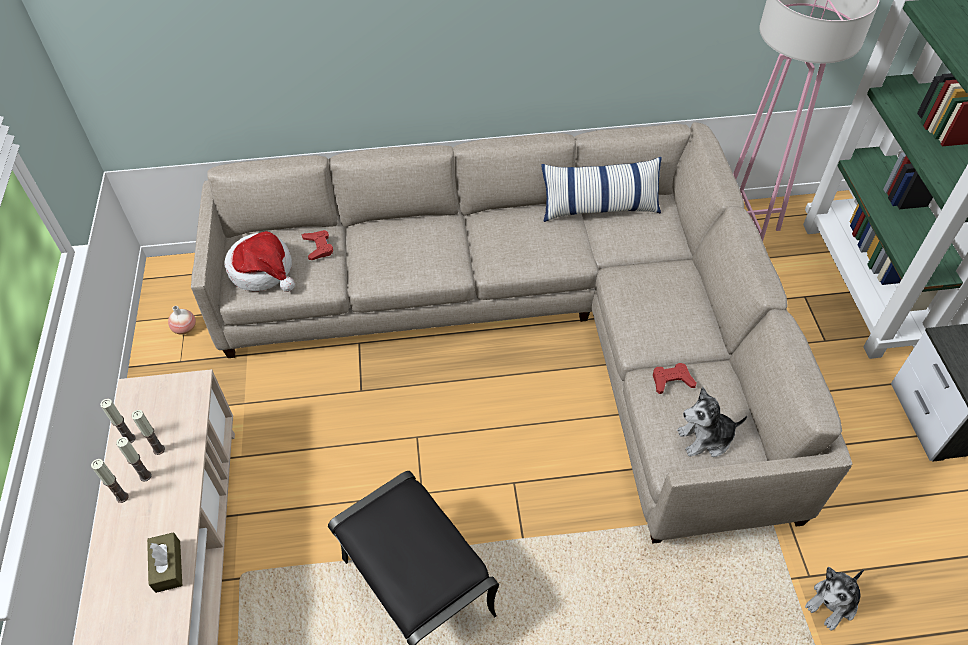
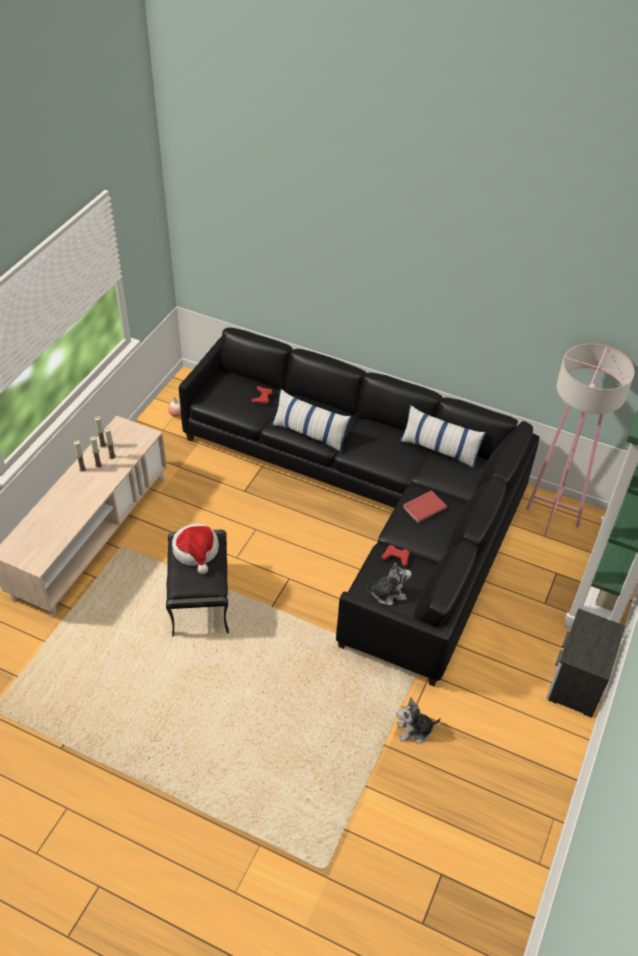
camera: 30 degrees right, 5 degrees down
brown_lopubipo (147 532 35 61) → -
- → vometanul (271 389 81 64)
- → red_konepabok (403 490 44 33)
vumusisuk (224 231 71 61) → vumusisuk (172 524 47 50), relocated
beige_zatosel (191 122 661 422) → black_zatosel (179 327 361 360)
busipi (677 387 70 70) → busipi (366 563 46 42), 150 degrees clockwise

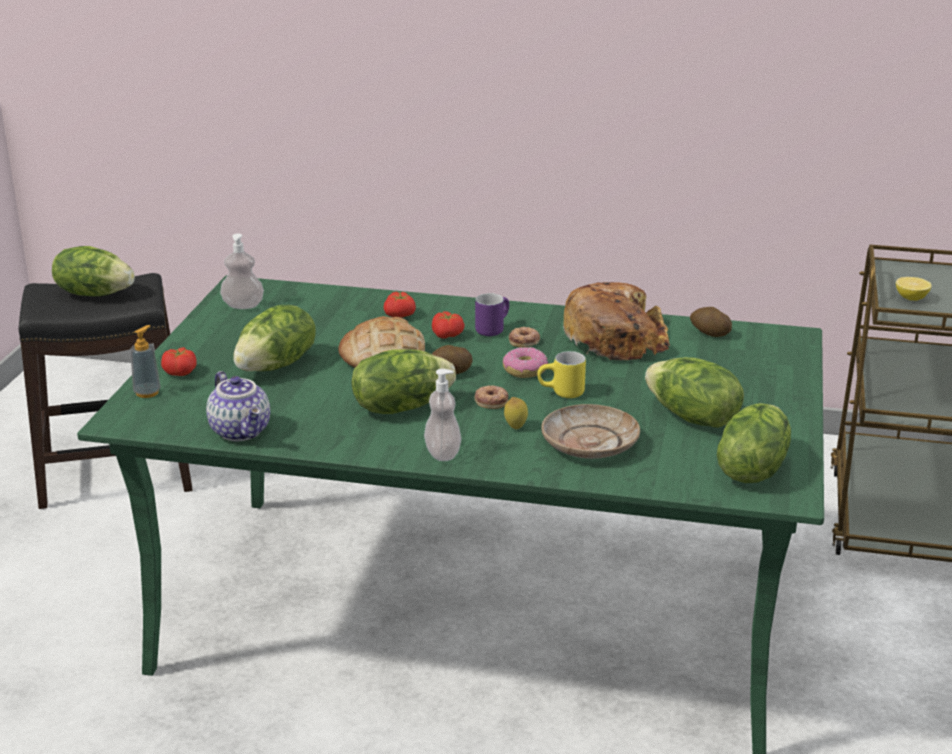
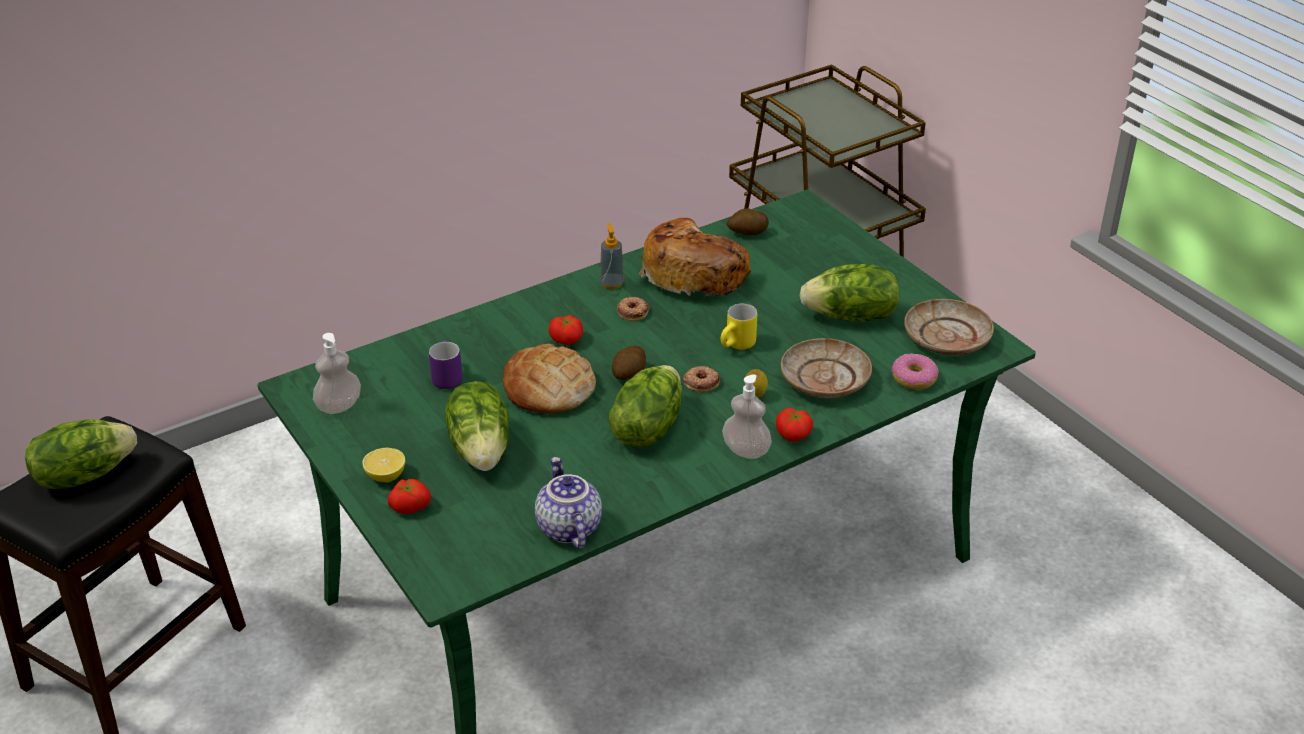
camera: 45 degrees left, 10 degrees up
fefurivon (130 325 31 73) → fefurivon (600 223 24 66), relocated
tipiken (383 292 33 26) → tipiken (776 408 37 34), relocated
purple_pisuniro (475 293 34 43) → purple_pisuniro (429 340 33 49), relocated
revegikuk (503 347 45 31) → revegikuk (892 353 47 37), relocated
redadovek (896 277 36 24) → redadovek (362 448 43 34), relocated
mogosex (717 403 74 80) → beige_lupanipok (904 299 90 56)
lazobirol (206 371 64 71) → lazobirol (535 457 67 92), 120 degrees counterclockwise

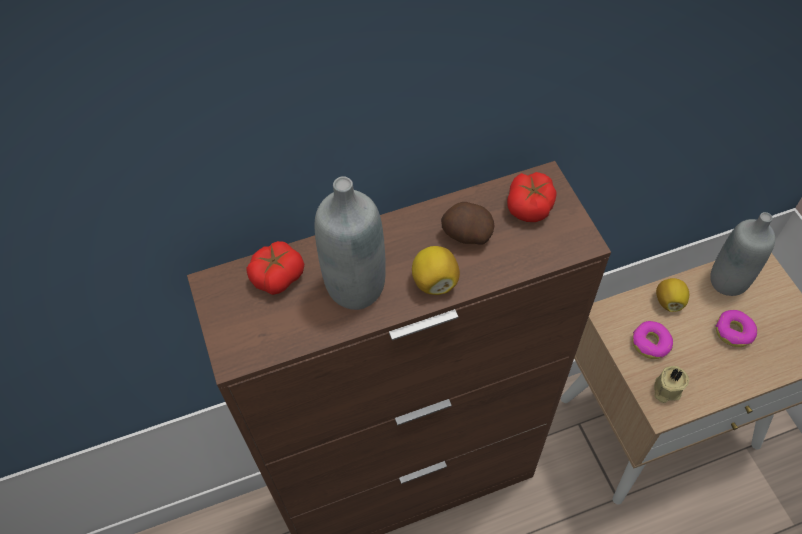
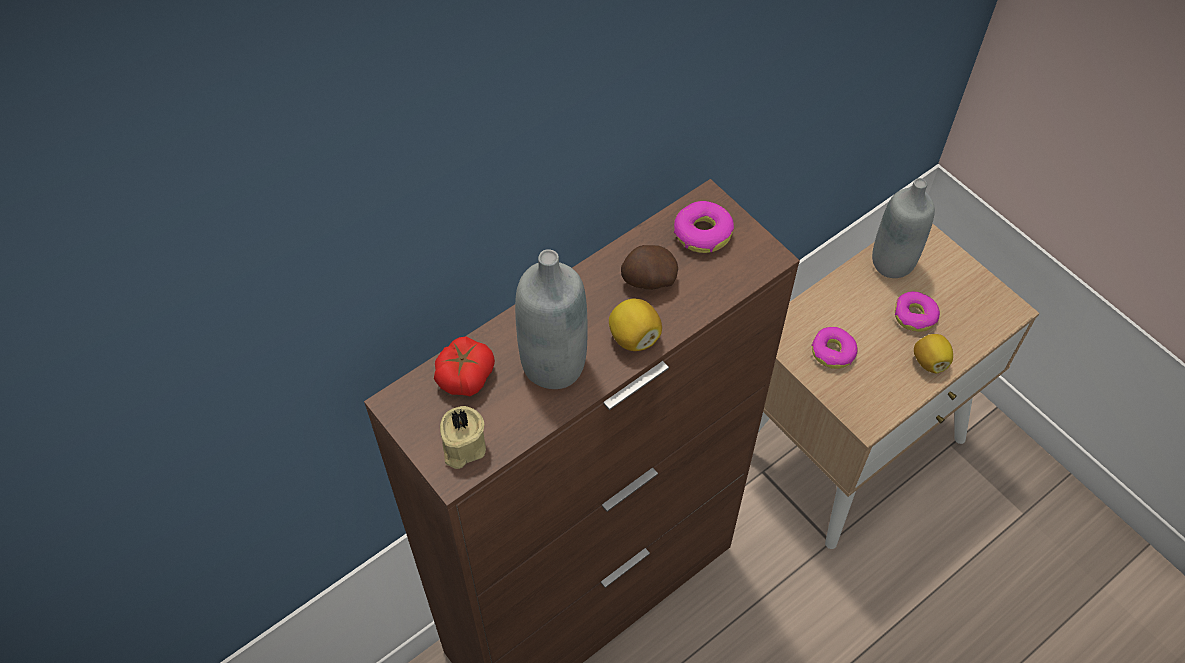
camera: 20 degrees left, 0 degrees up
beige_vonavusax (654 366 35 37) → beige_vonavusax (440 406 46 63), relocated
redadovek (656 278 33 34) → redadovek (914 334 39 39), relocated
tipiken (507 172 50 50) → revegikuk (674 201 60 52)

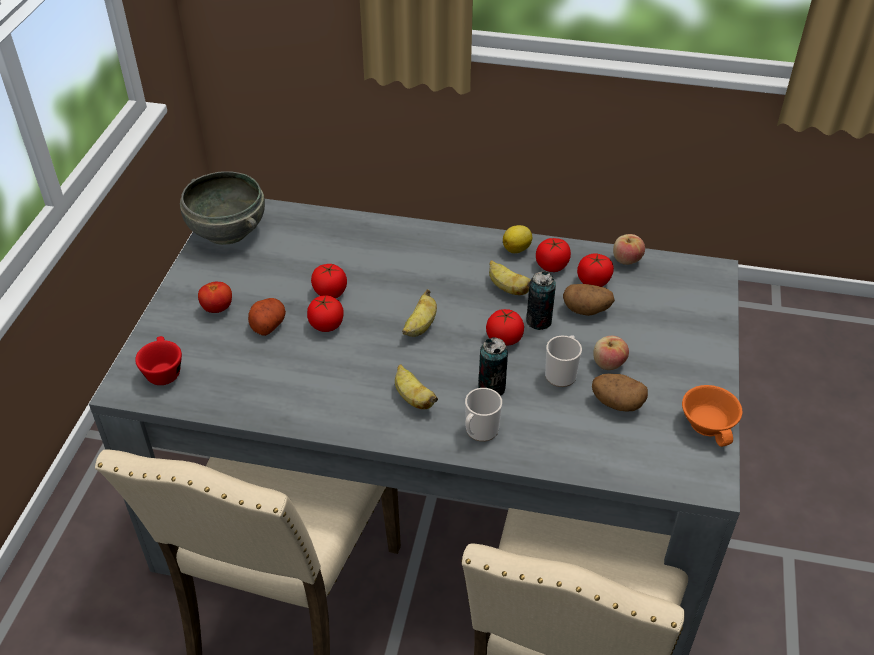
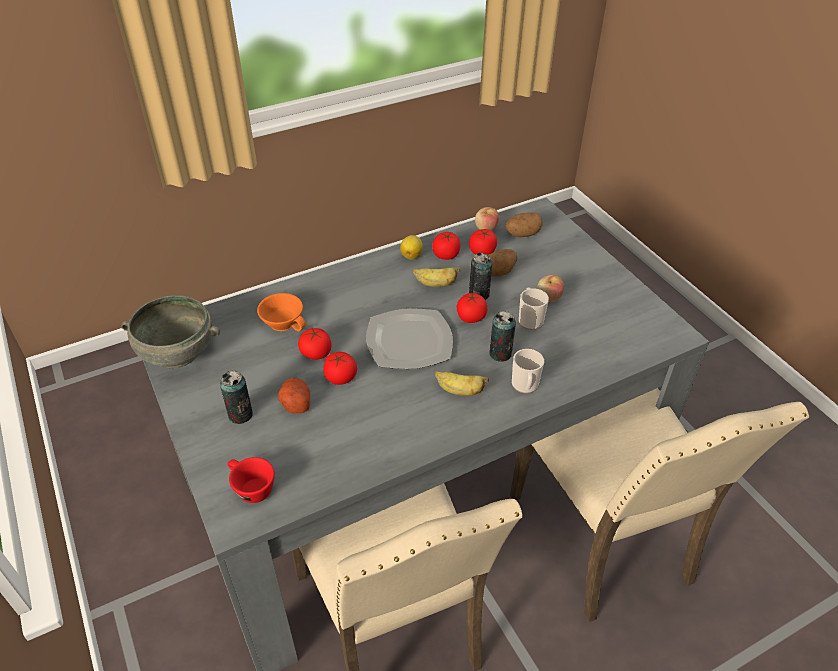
camera: 40 degrees left, 0 degrees up
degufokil (592 374 56 37) → degufokil (506 212 37 25), relocated
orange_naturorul (682 385 61 62) → orange_naturorul (257 293 49 38), relocated
tipiken (198 282 34 31) → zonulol (220 371 33 53)
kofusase (402 289 35 48) → lupanipok (366 308 87 61)

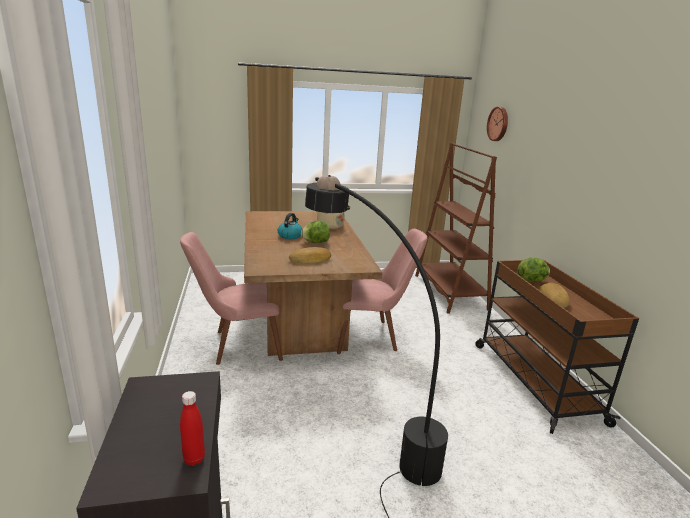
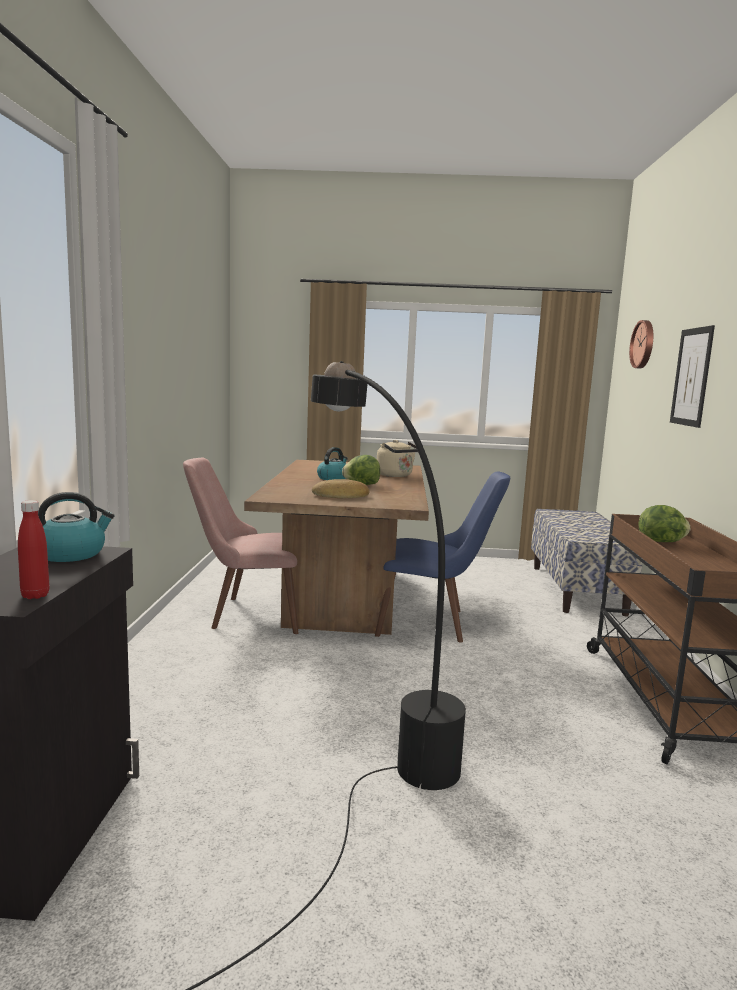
camera: 15 degrees right, 10 degrees down
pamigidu (540 283 30 25) → -
- → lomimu (38 492 77 70)
- → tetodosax (670 325 45 103)
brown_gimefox (415 143 82 171) → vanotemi (531 509 111 108)
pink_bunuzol (337 229 90 125) → blue_bunuzol (375 472 135 171)

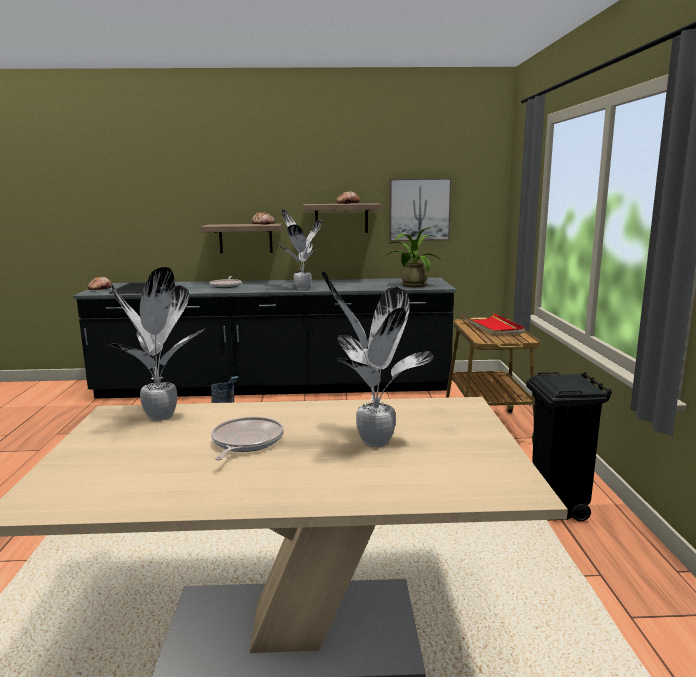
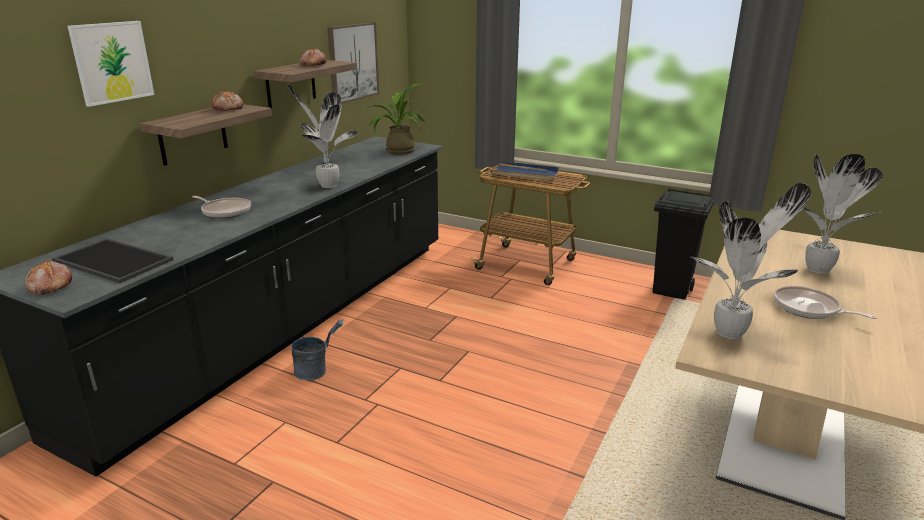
camera: 60 degrees left, 10 degrees up
- → tetodosax (68 21 86 86)
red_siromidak (461 313 64 23) → blue_siromidak (491 161 68 20)

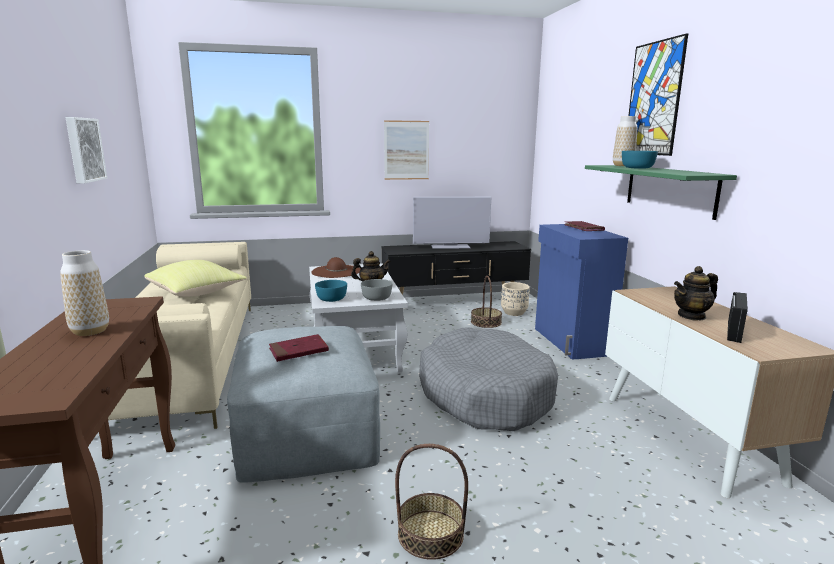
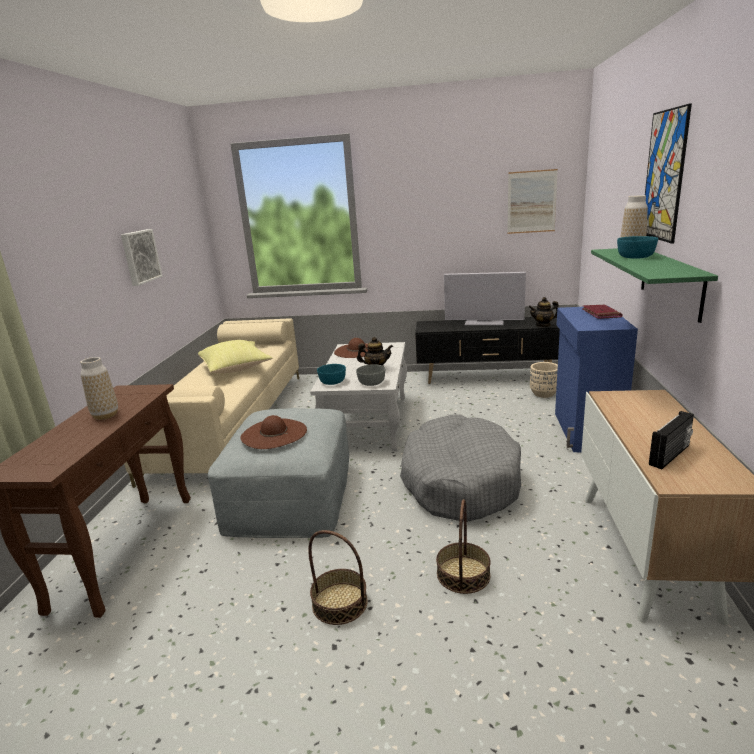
camera: 20 degrees right, 5 degrees up
tetodosax (384 120 45 60) → tetodosax (507 169 51 65), relocated
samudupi (471 276 31 52) → samudupi (436 499 55 95), relocated
lazobirol (674 266 44 54) → lazobirol (529 297 30 30), relocated
red_konepabok (269 334 60 28) → brown_vumusisuk (240 415 67 34)

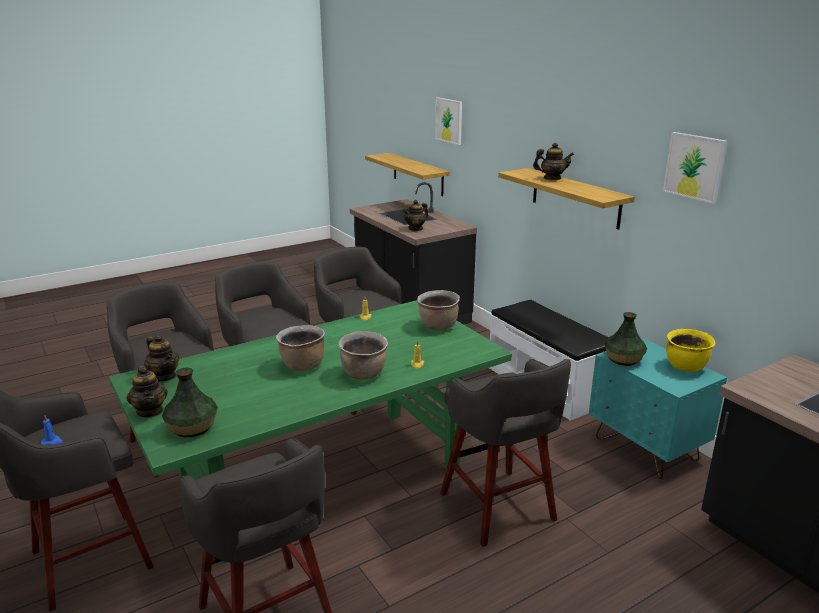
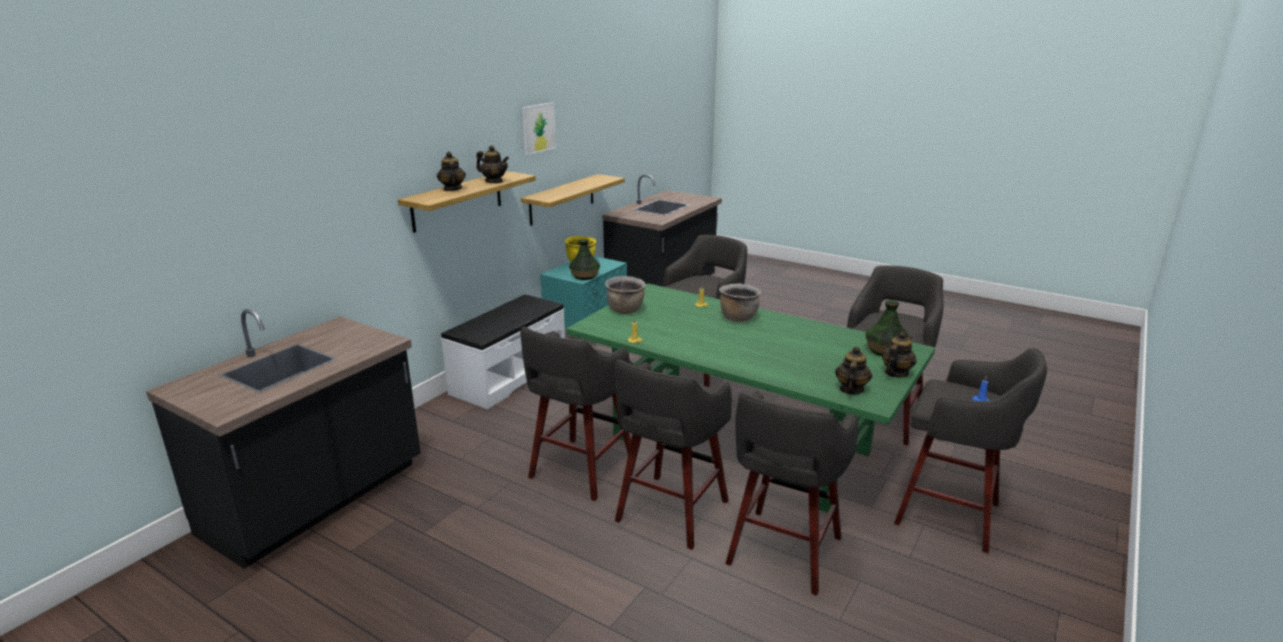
camera: 115 degrees left, 0 degrees up
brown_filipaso (276 325 49 46) → -
tetodosax (435 97 27 48) → -
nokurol (365 153 85 43) → nokurol (521 174 104 52), relocated
lazobirol (403 200 25 31) → lazobirol (476 146 33 37), relocated

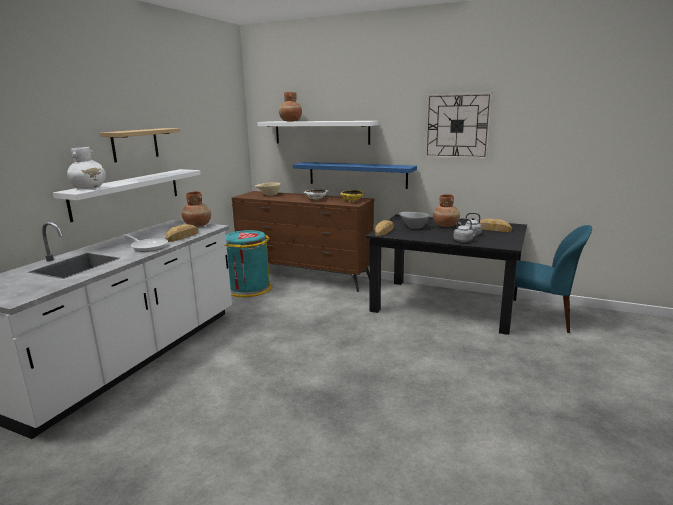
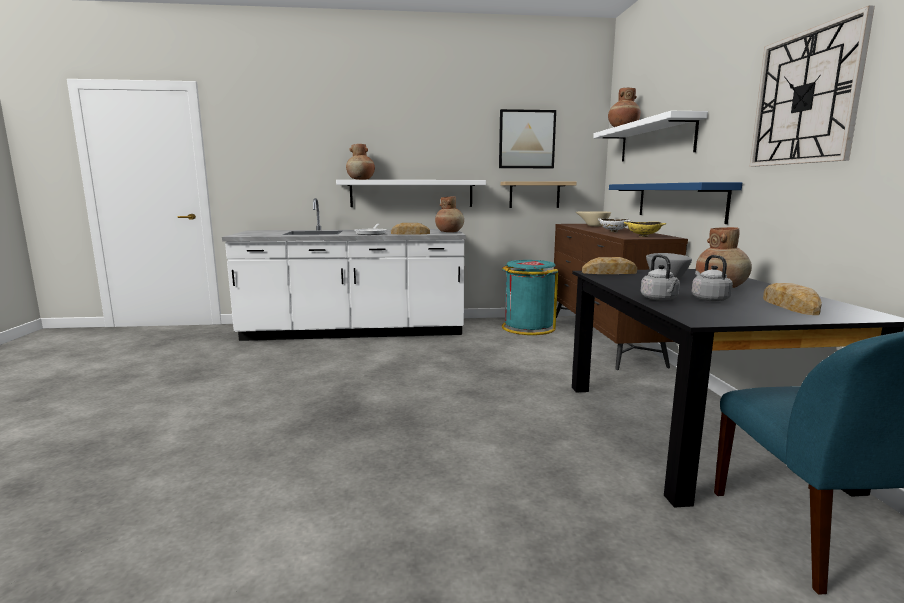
camera: 60 degrees right, 5 degrees down
- → tetodosax (499 109 57 59)
nokurol (100 128 80 35) → nokurol (501 181 76 27), relocated
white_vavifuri (67 147 39 42) → brown_vavifuri (346 144 29 36)

